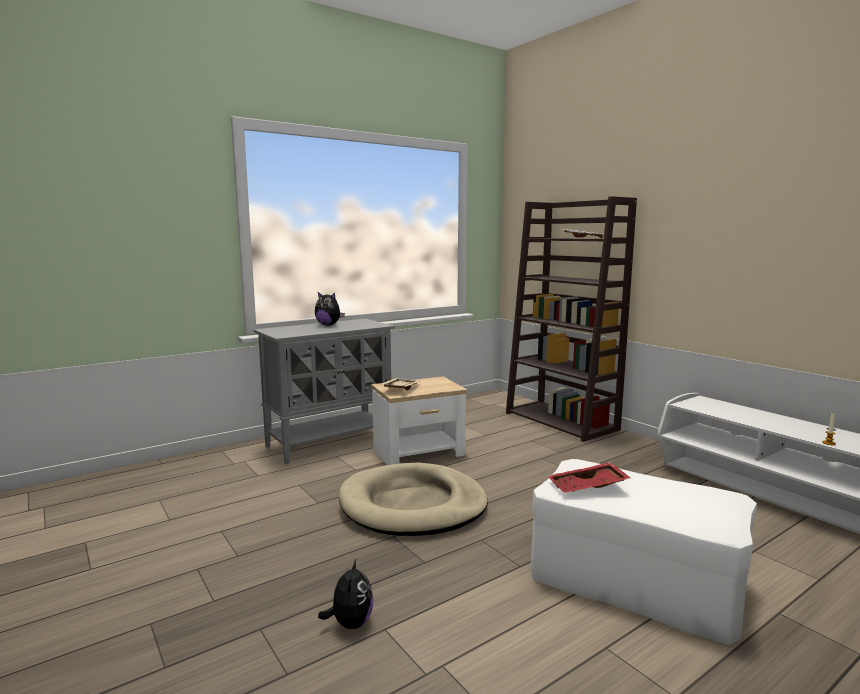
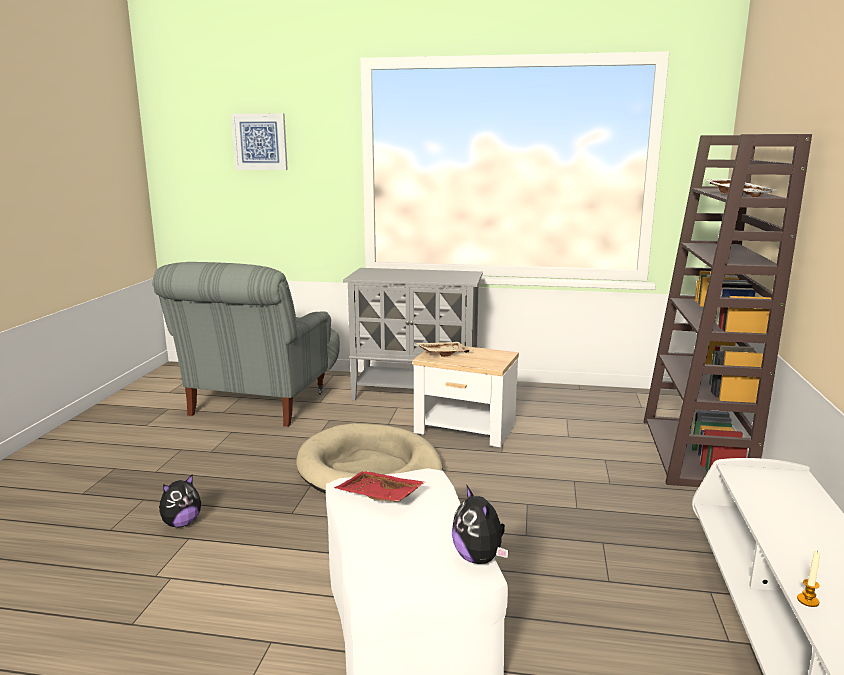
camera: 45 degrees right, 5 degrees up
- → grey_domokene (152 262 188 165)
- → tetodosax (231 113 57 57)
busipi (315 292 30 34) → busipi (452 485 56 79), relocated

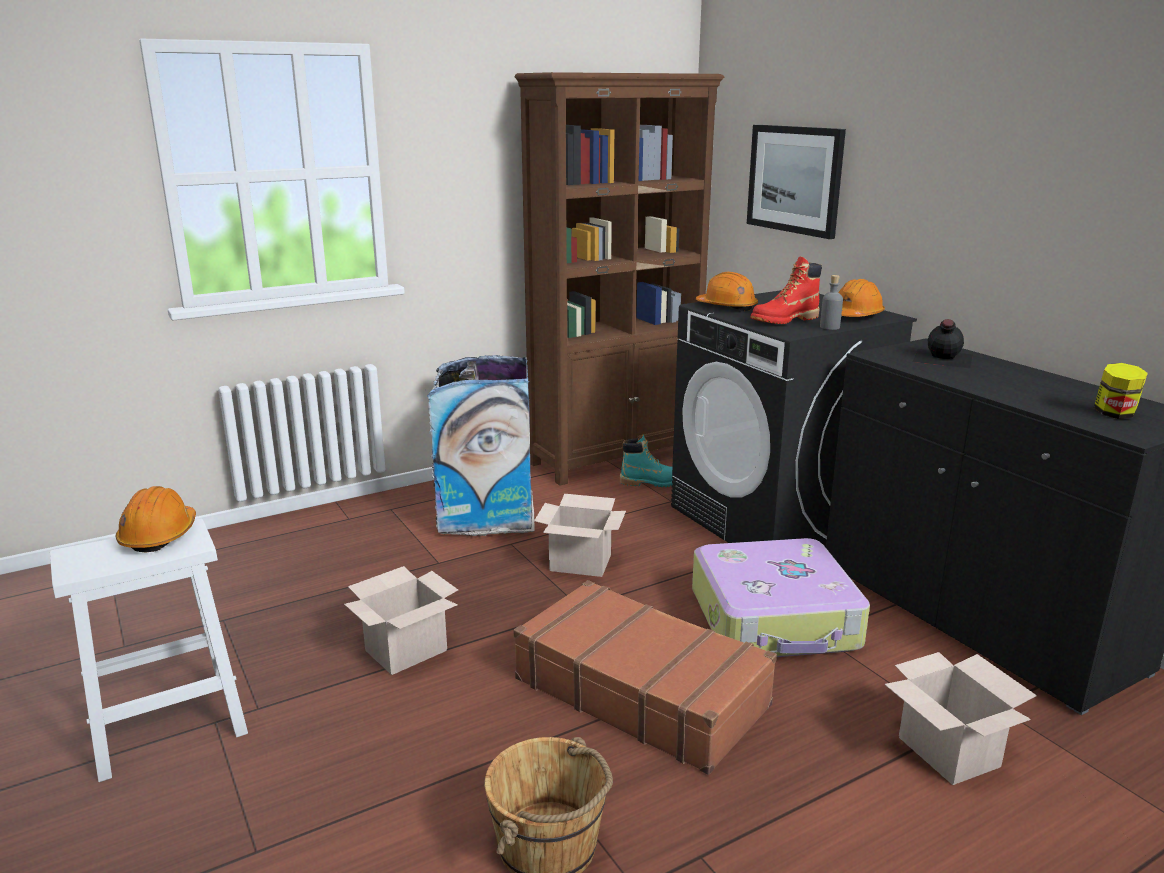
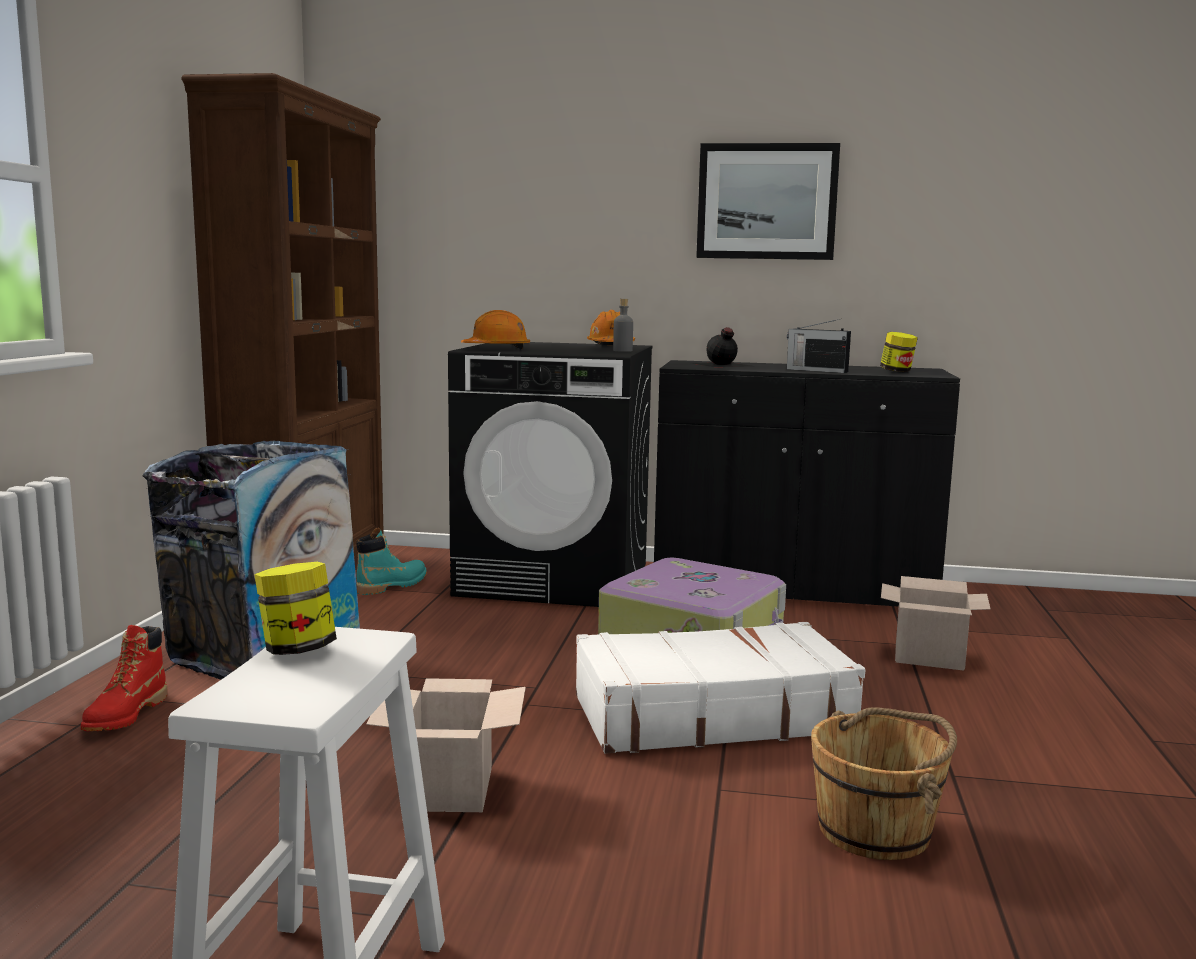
camera: 50 degrees left, 10 degrees down
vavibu (534 494 92 83) → -
- → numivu (787 319 64 54)
tetodosax (747 125 99 114) → tetodosax (696 143 144 117), relocated
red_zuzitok (750 256 72 68) → red_zuzitok (81 625 86 106), relocated
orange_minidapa (115 486 81 66) → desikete (254 562 83 93)
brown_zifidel (513 580 264 195) → white_zifidel (576 622 289 132)

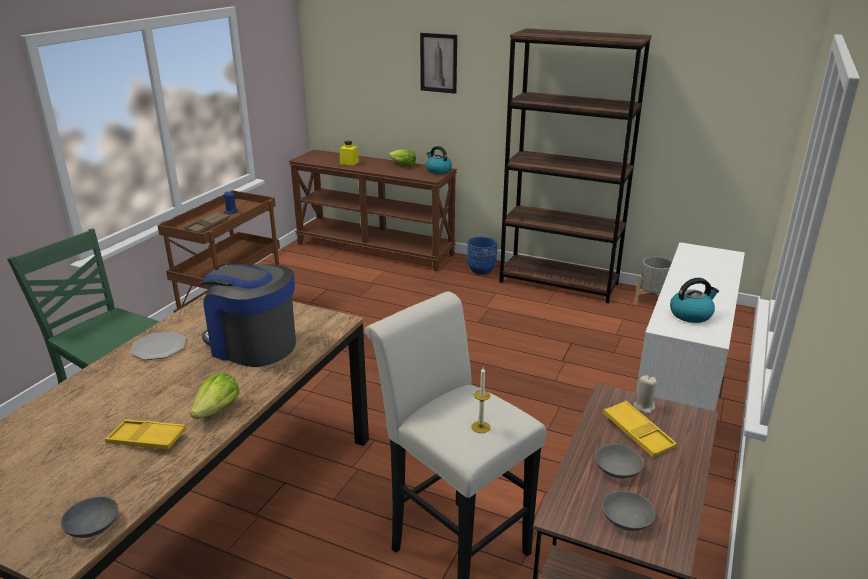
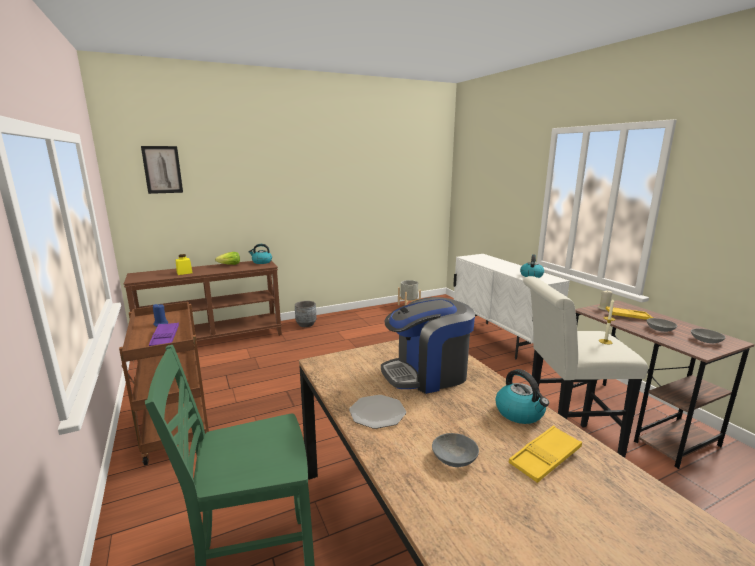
camera: 50 degrees left, 10 degrees down
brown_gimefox (499 28 153 275) → -
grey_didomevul (61 497 57 41) → grey_didomevul (432 433 47 34), relocated
tetodosax (420 33 37 61) → tetodosax (141 146 42 48), relocated
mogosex (190 372 49 47) → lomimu (495 369 54 55)
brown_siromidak (185 211 45 22) → purple_siromidak (149 322 30 24)
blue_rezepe (467 237 30 37) → grey_rezepe (295 301 21 26)

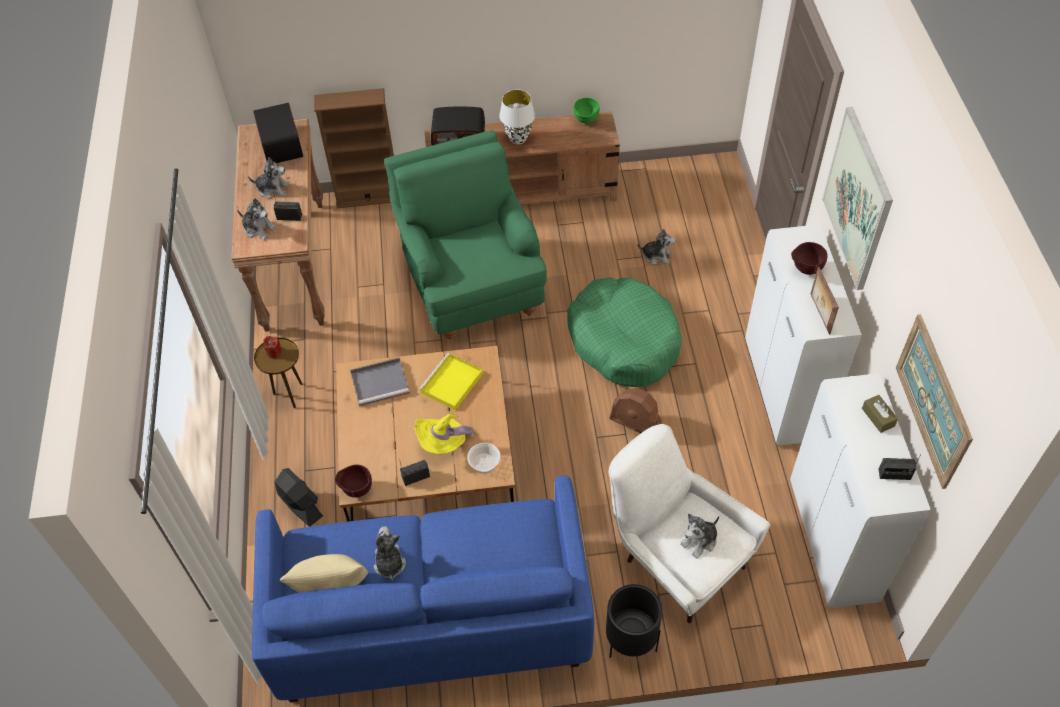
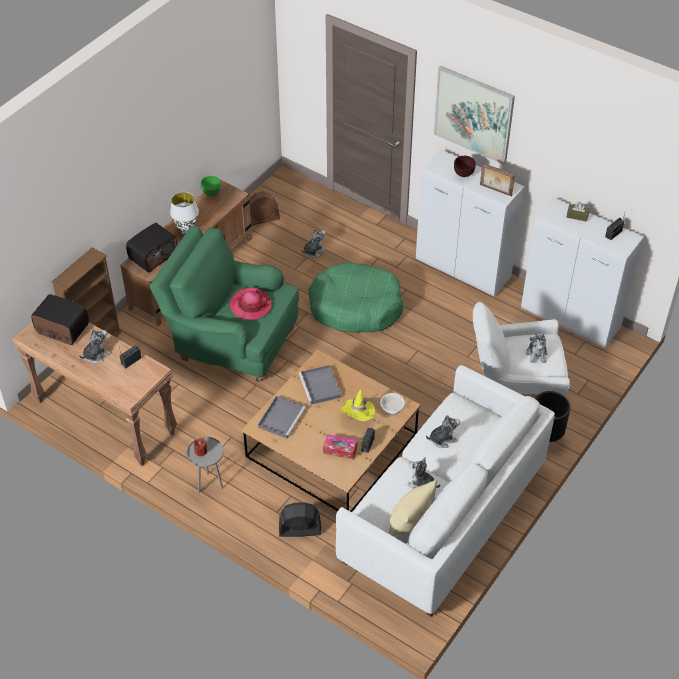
camera: 50 degrees left, 5 degrees down
brown_didomevul (335 465 37 33) → -
tetodosax (896 314 77 175) → -
- → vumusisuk (230 288 42 32)
- → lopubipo (323 434 34 26)
busipi (237 198 40 42) → busipi (426 415 34 33), relocated
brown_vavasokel (610 388 52 45) → brown_vavasokel (249 191 31 35), relocated
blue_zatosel (252 475 342 227) → white_zatosel (336 365 219 252)
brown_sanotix (254 337 48 71) → grey_sanotix (187 437 37 56)
yellow_siromidak (419 353 64 57) → grey_siromidak (299 365 42 40)

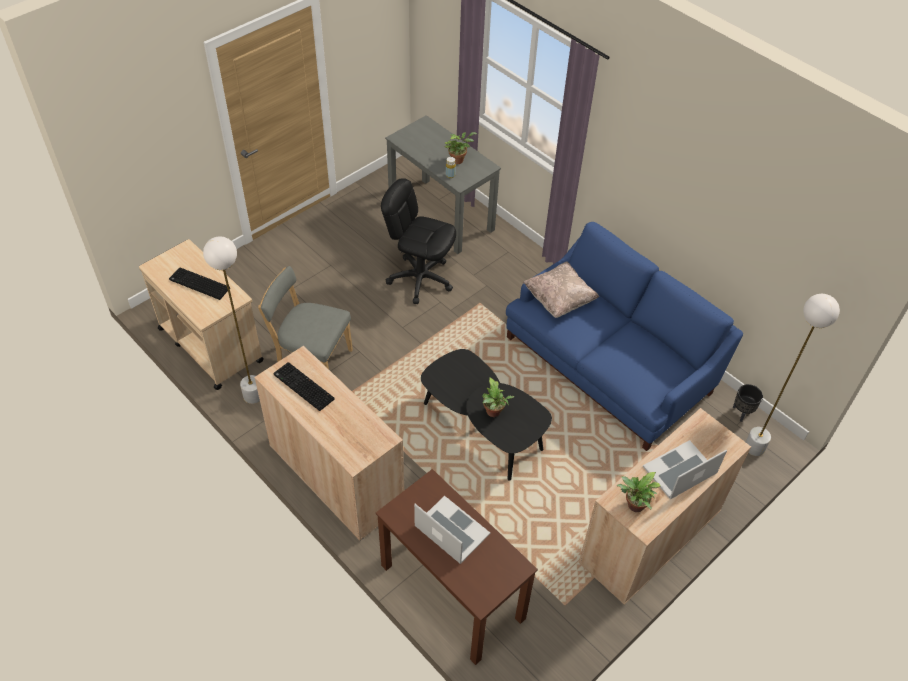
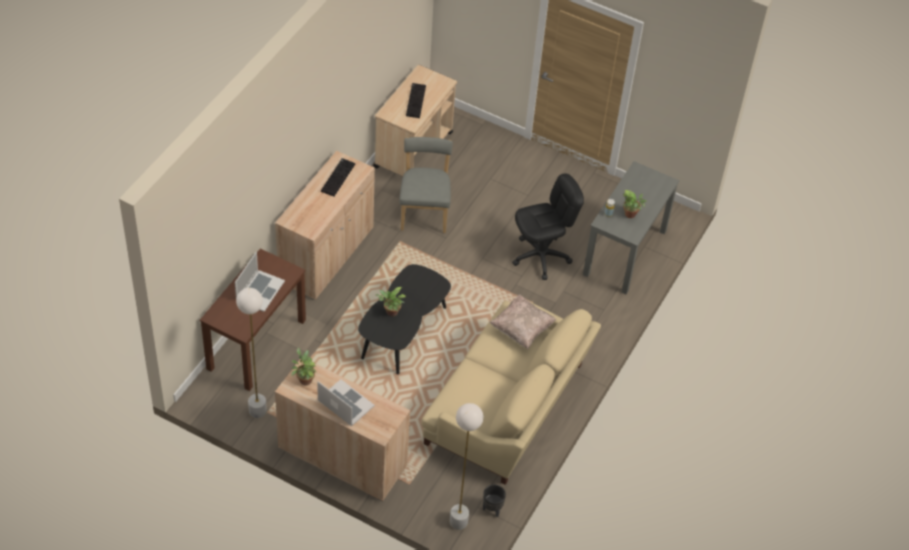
camera: 70 degrees right, 0 degrees up
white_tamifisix (203 236 57 168) → white_tamifisix (236 288 31 131), relocated
blue_zatosel (506 222 237 229) → beige_zatosel (421 301 180 184)
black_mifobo (381 178 75 126) → black_mifobo (512 174 72 106), 60 degrees clockwise

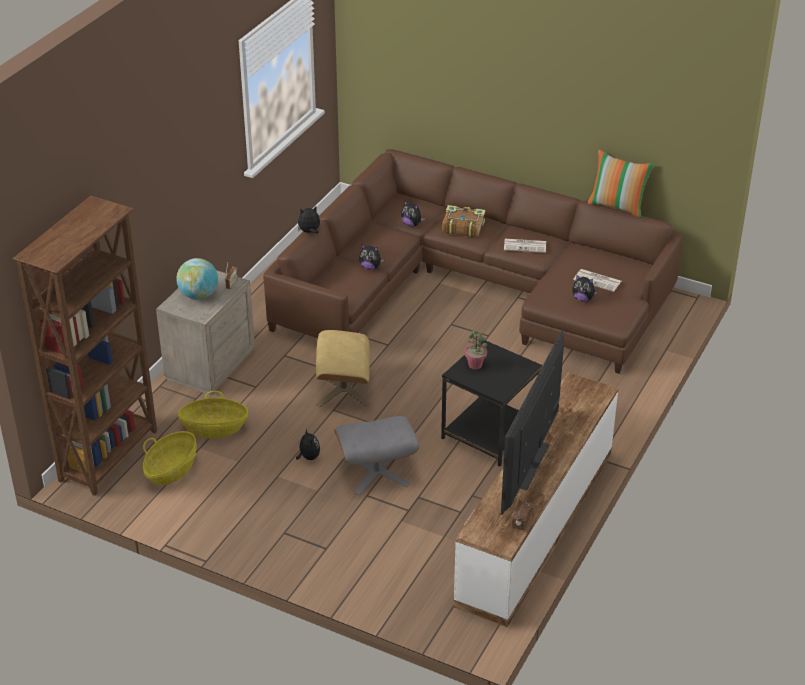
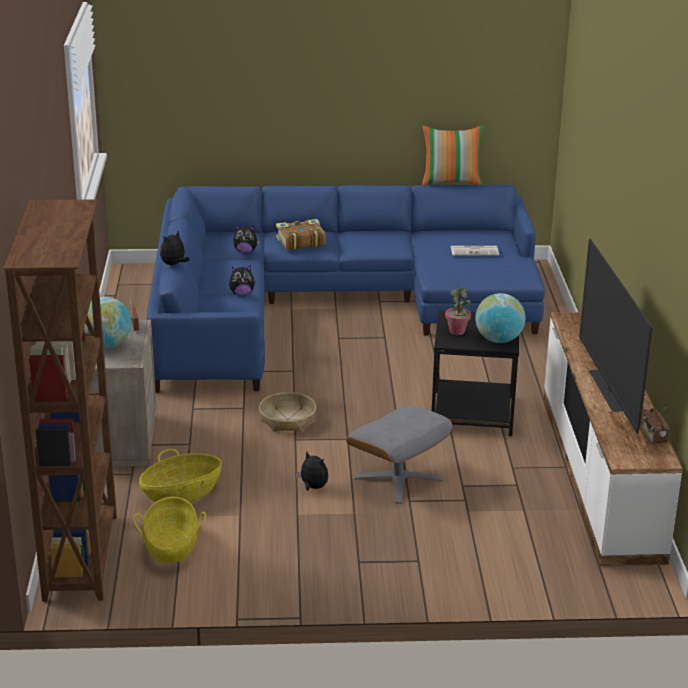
camera: 30 degrees left, 10 degrees down
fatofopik (504 239 42 14) → -
busipi (572 275 26 27) → -
- → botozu (475 293 50 50)
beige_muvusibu (316 330 54 77) → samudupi (259 392 57 40)
brown_zatosel (263 149 420 225) → blue_zatosel (147 185 398 208)

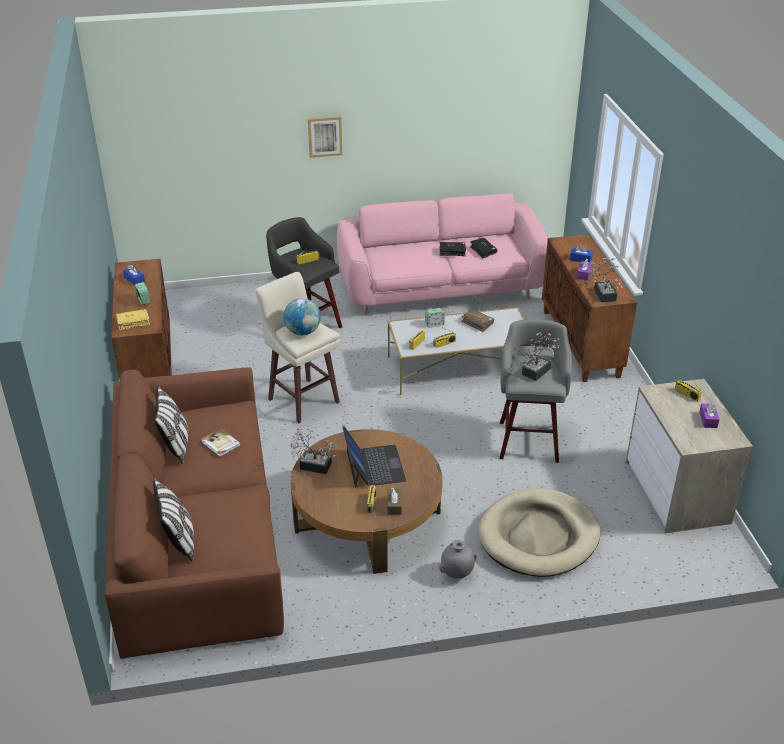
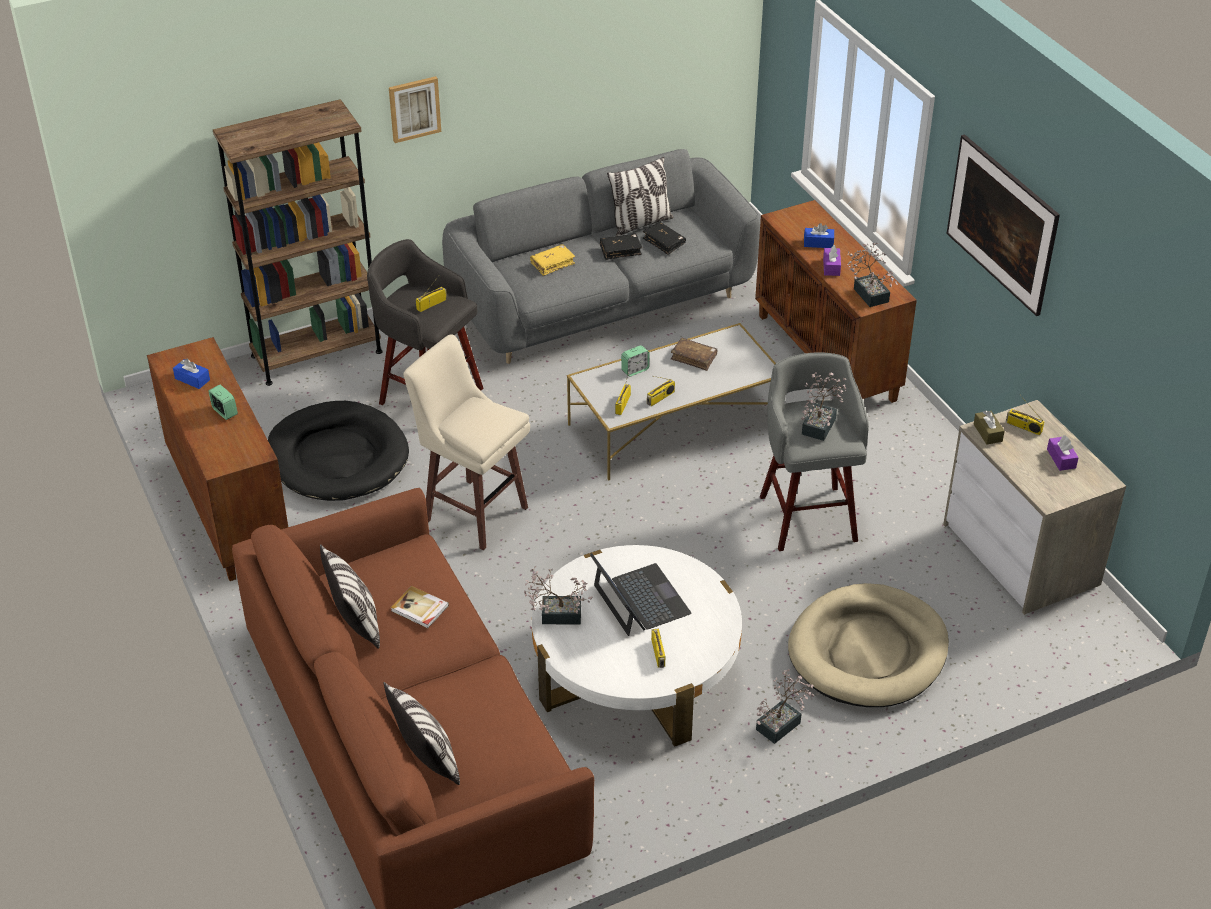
camera: 15 degrees left, 5 degrees up
botozu (283 298 38 37) → -
- → brown_gimefox (213 99 169 287)
- → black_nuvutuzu (268 401 141 100)
- → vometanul (607 157 67 79)
- → tetodosax (946 134 114 182)
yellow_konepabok (116 309 34 21) → yellow_konepabok (530 244 45 32), relocated
brown_lopubipo (387 488 14 27) → brown_lopubipo (974 411 31 33), relocated
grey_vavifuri (439 540 38 39) → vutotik (756 669 58 75)
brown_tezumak (291 429 152 145) → white_tezumak (532 545 210 202)
pink_zatosel (337 194 212 122) → grey_zatosel (442 149 318 215)

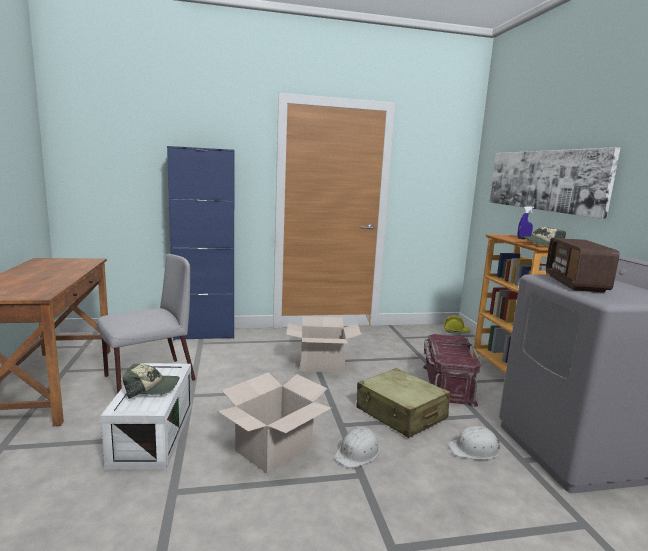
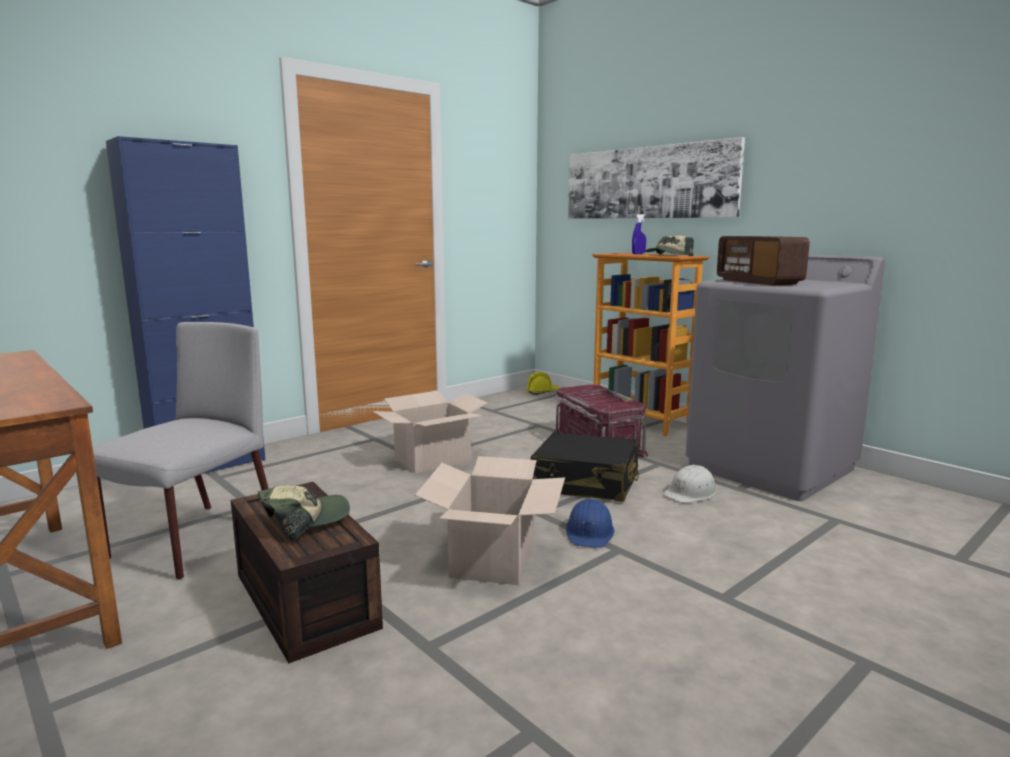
camera: 30 degrees left, 0 degrees up
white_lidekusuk (101 363 91 107) → brown_lidekusuk (231 482 152 181)
white_minidapa (334 427 46 41) → blue_minidapa (566 499 48 49)
beige_zifidel (357 368 93 70) → black_zifidel (531 433 108 69)

